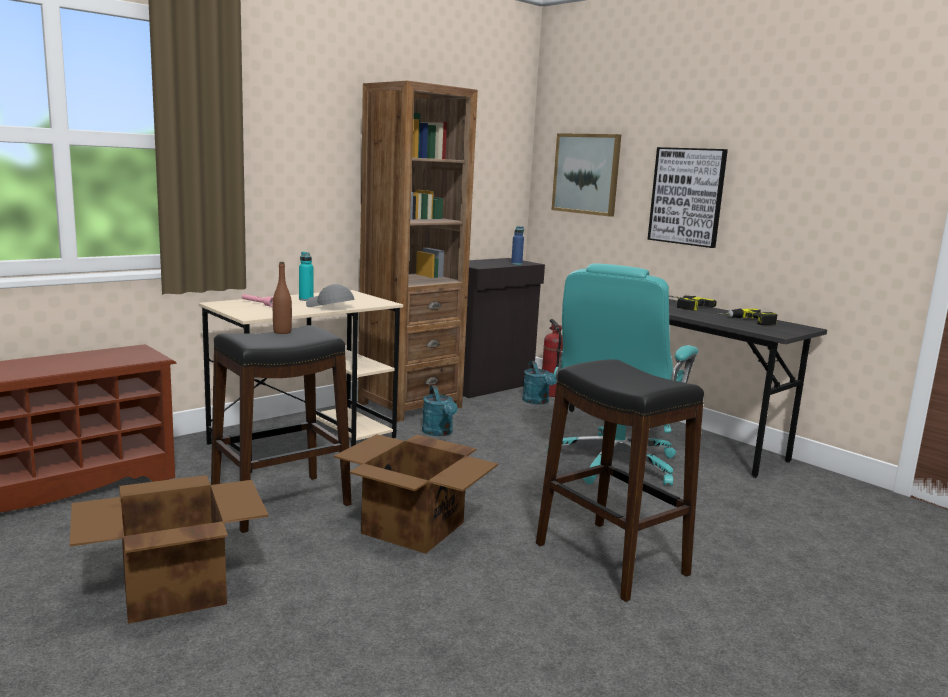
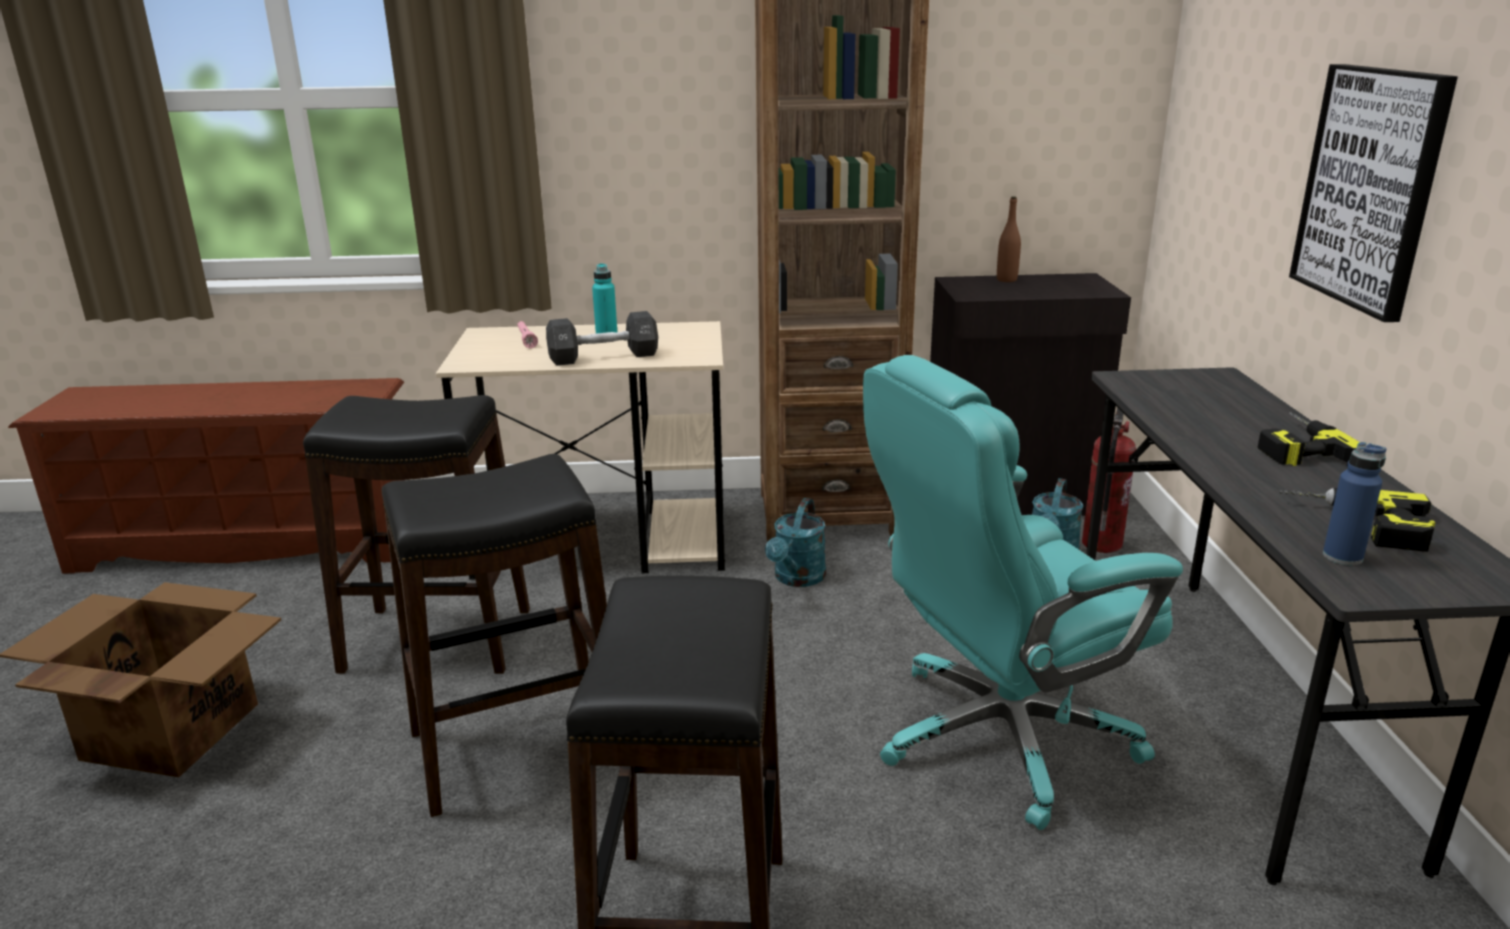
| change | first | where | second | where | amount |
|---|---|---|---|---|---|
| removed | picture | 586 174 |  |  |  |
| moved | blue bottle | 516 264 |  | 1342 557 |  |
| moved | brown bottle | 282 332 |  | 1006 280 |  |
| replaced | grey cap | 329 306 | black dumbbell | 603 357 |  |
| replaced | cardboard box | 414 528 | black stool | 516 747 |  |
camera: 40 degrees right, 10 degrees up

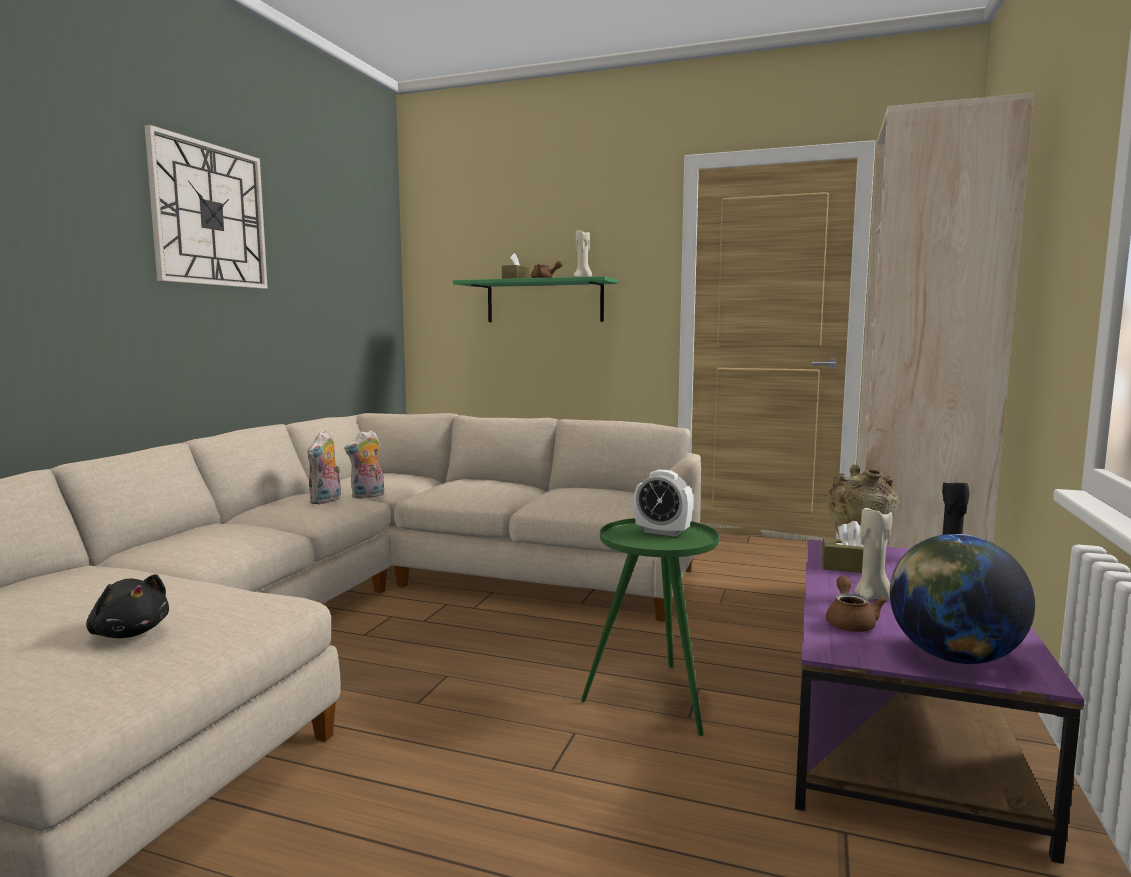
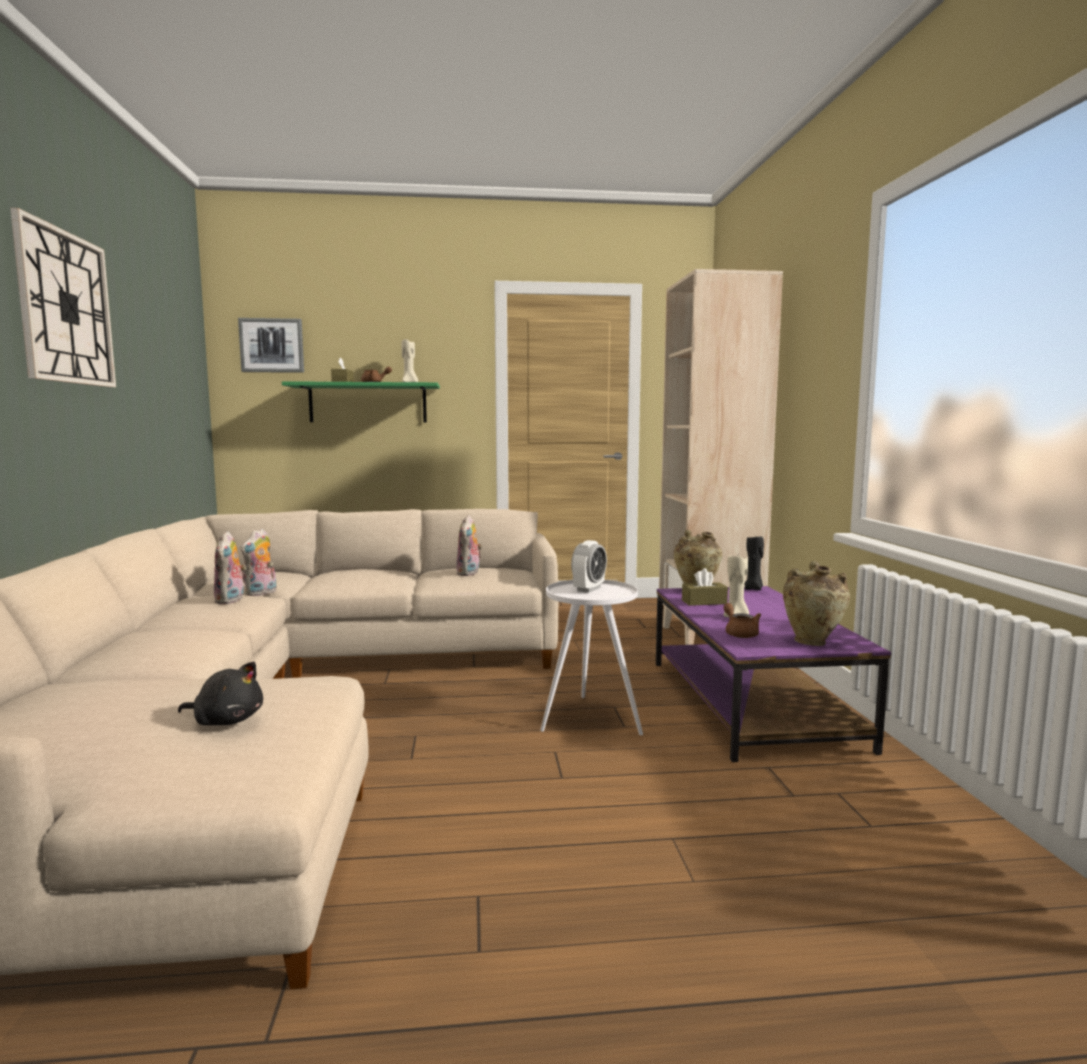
| change | first | where | second | where | amount |
|---|---|---|---|---|---|
| turned | alarm clock | 662 532 |  | 588 589 | 60 degrees counterclockwise |
| recoloured | green side table | 656 697 | white side table | 590 718 |  |
| replaced | globe | 953 657 | beige vase | 812 642 |  |
| added |  |  | picture | 272 345 |  |
| added |  |  | plush toy | 469 573 |  |
camera: 25 degrees left, 0 degrees up

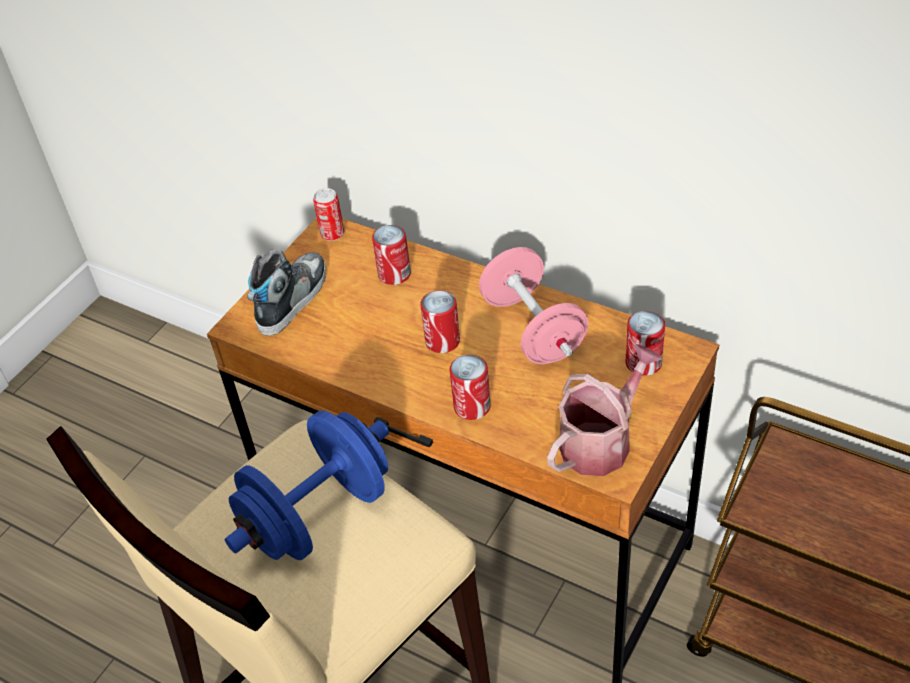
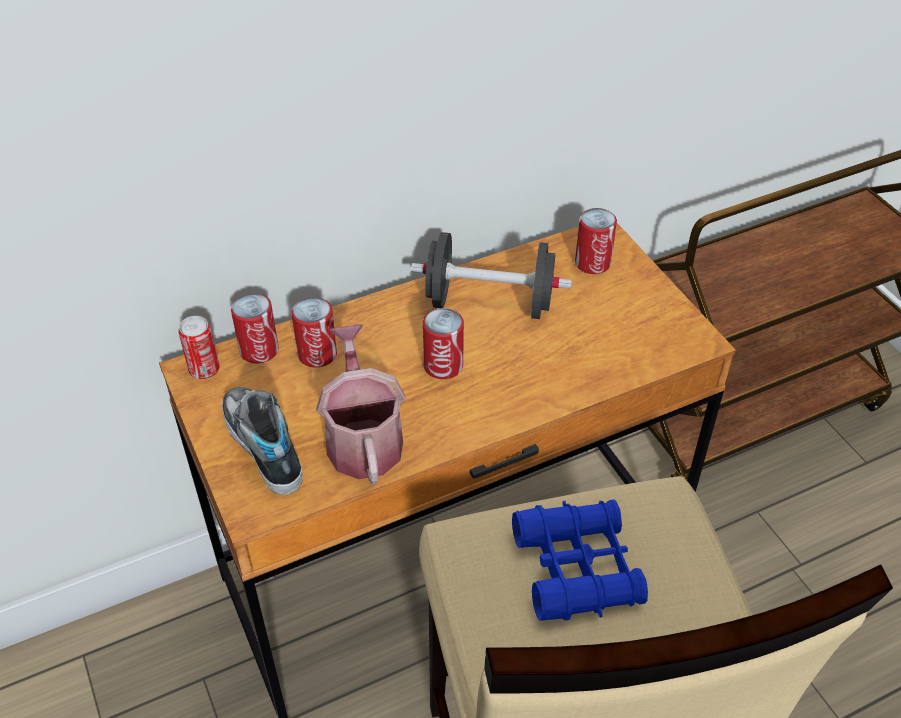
| change | first | where | second | where | amount |
|---|---|---|---|---|---|
| recoloured | pink dumbbell | 533 329 | black dumbbell | 489 303 |  |
| moved | watering can | 601 441 |  | 363 438 |  |
| moved | can | 472 406 |  | 259 350 |  |
| replaced | blue dumbbell | 318 515 | blue binoculars | 577 568 |  |
camera: 60 degrees left, 0 degrees up

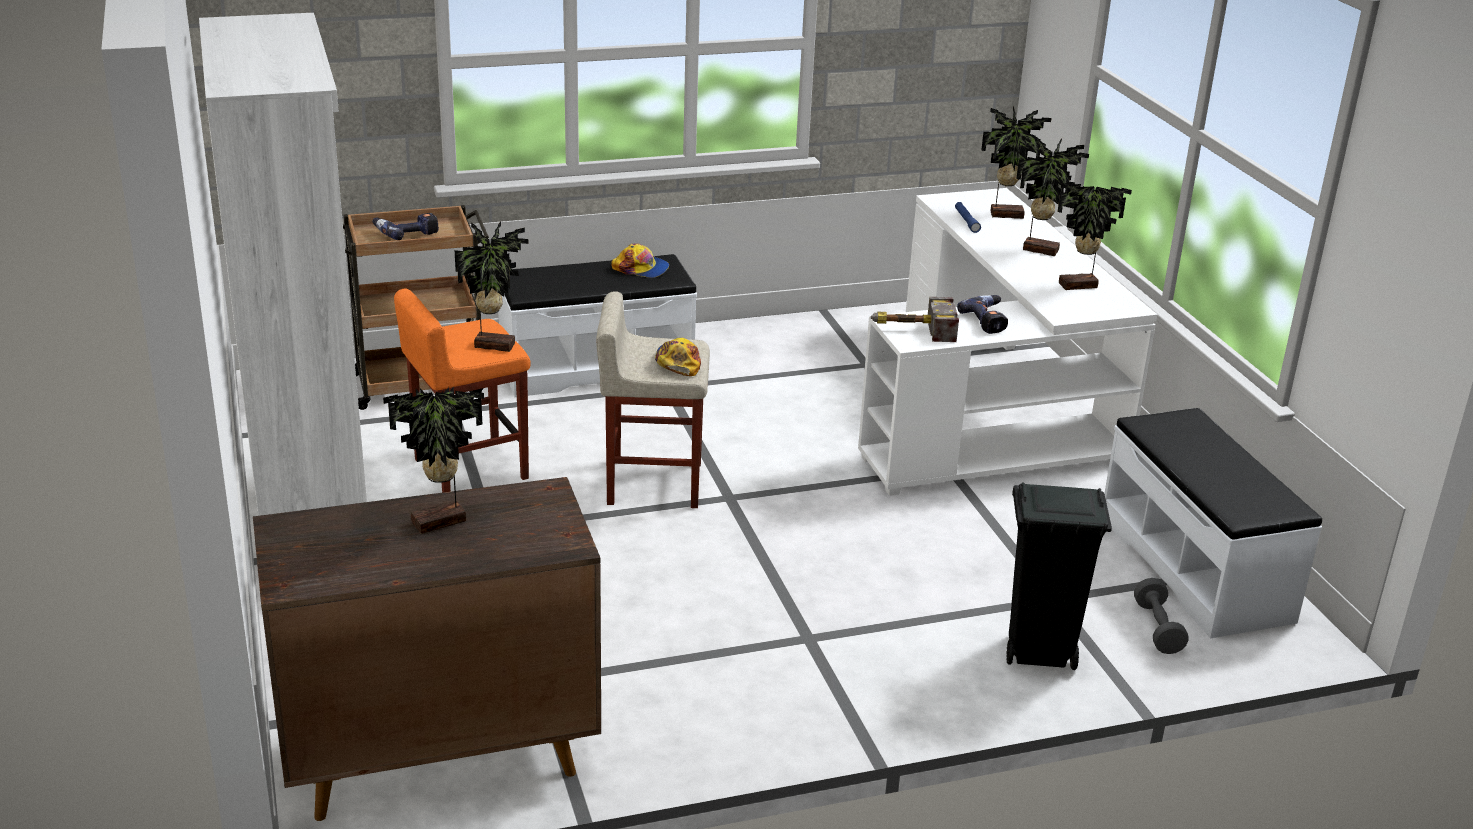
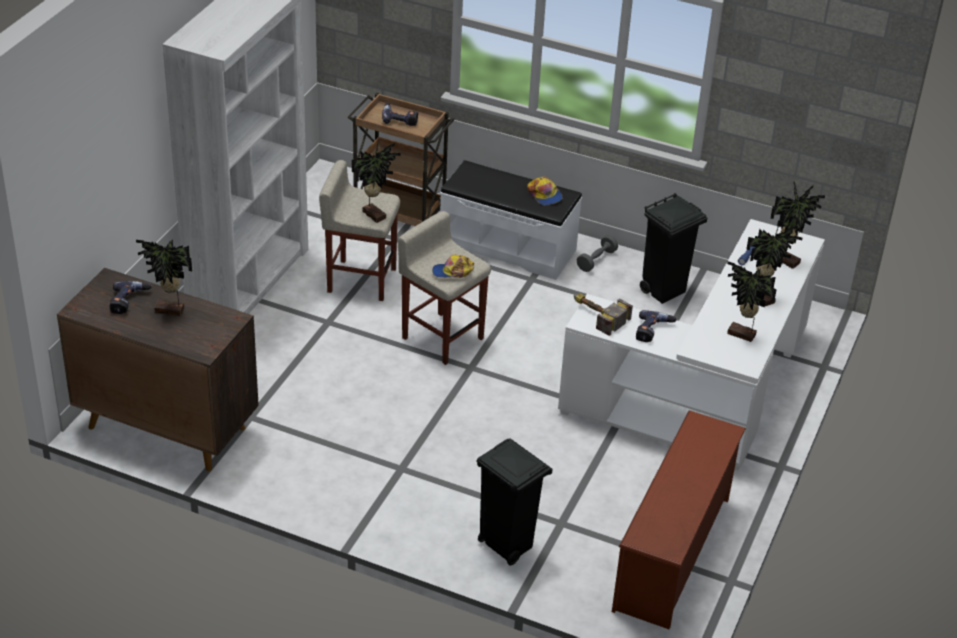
| change | first | where | second | where | amount |
|---|---|---|---|---|---|
| recoloured | orange stool | 469 469 | beige stool | 360 280 |  |
| turned | cap | 678 362 |  | 452 272 | 135 degrees counterclockwise |
| replaced | white bench | 1195 567 | brown shoe rack | 674 554 |  |
| moved | grey dumbbell | 1157 628 |  | 596 260 |  |
| added |  |  | black trash can | 664 290 |  |
| added |  |  | power drill | 129 302 |  |
camera: 40 degrees right, 10 degrees up

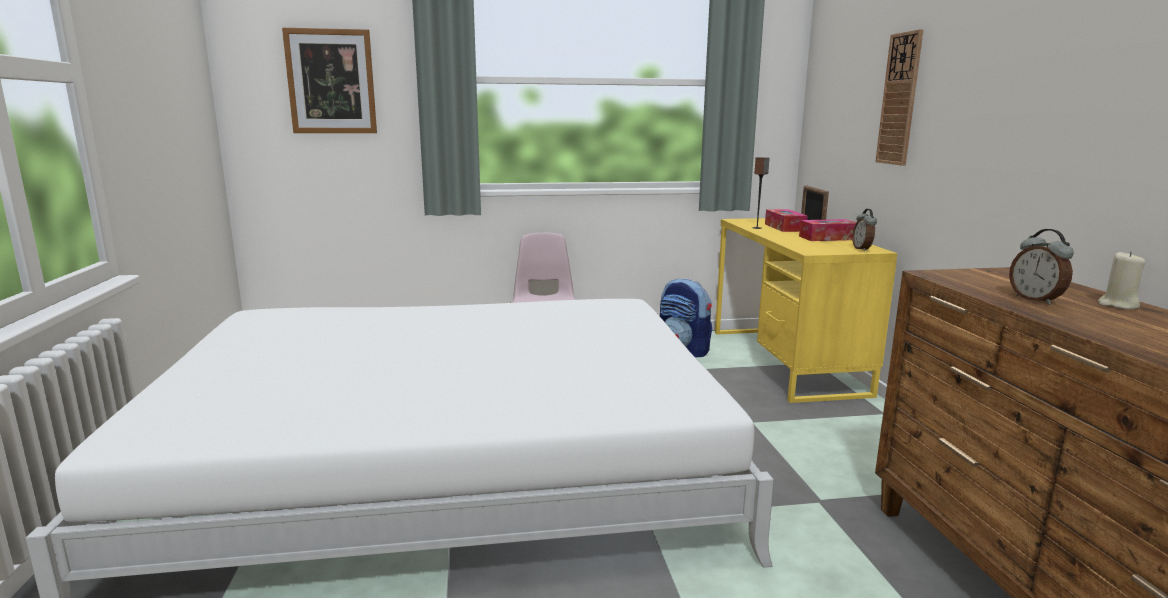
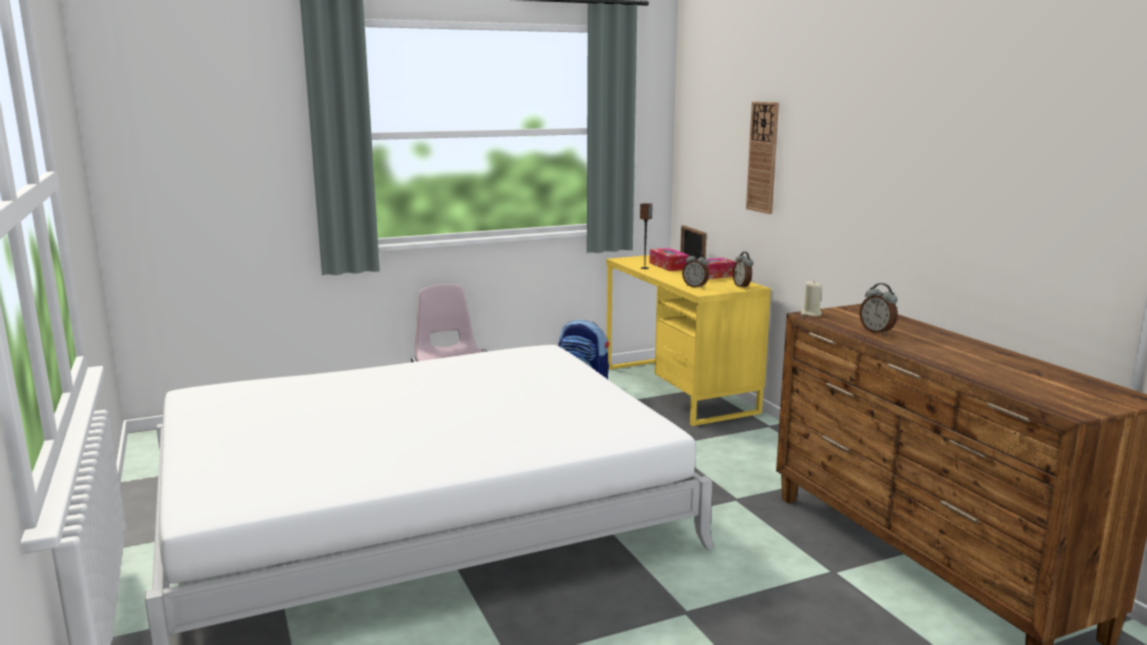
| change | first | where | second | where | amount |
|---|---|---|---|---|---|
| removed | picture | 331 82 |  |  |  |
| moved | beige candle | 1118 305 |  | 811 314 |  |
| added |  |  | alarm clock | 695 286 |  |
camera: 15 degrees left, 0 degrees up

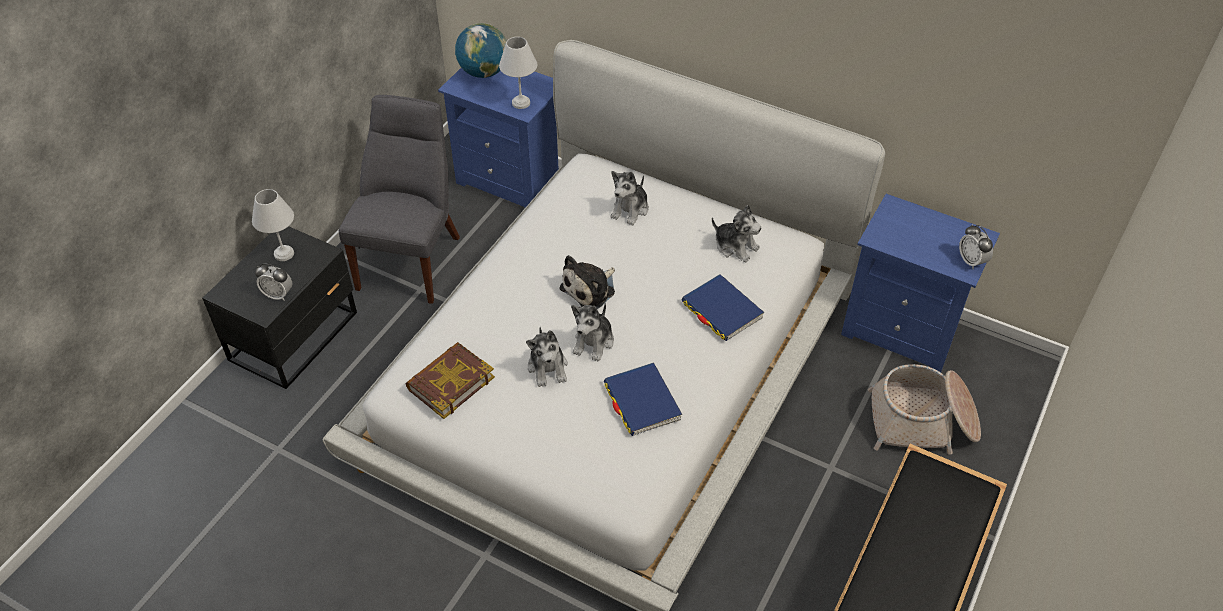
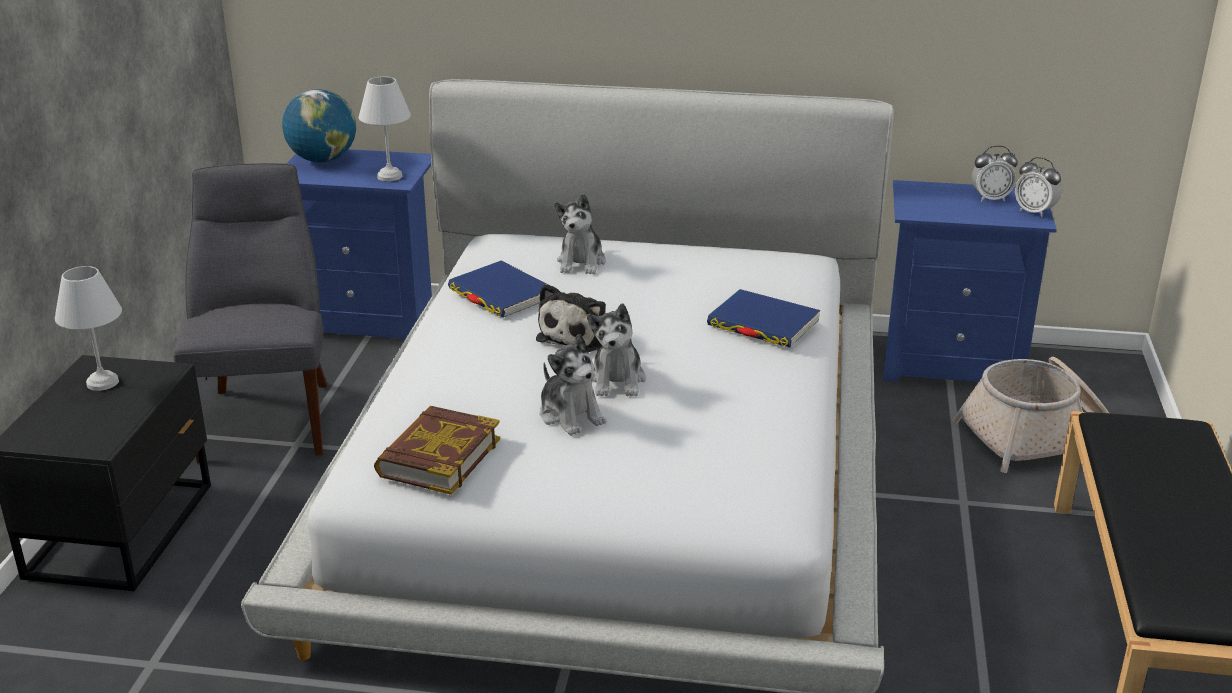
| change | first | where | second | where | amount |
|---|---|---|---|---|---|
| removed | plush toy | 735 246 |  |  |  |
| moved | alarm clock | 278 294 |  | 990 199 |  |
| moved | blue book | 642 401 |  | 501 294 |  |
camera: 20 degrees left, 20 degrees down

